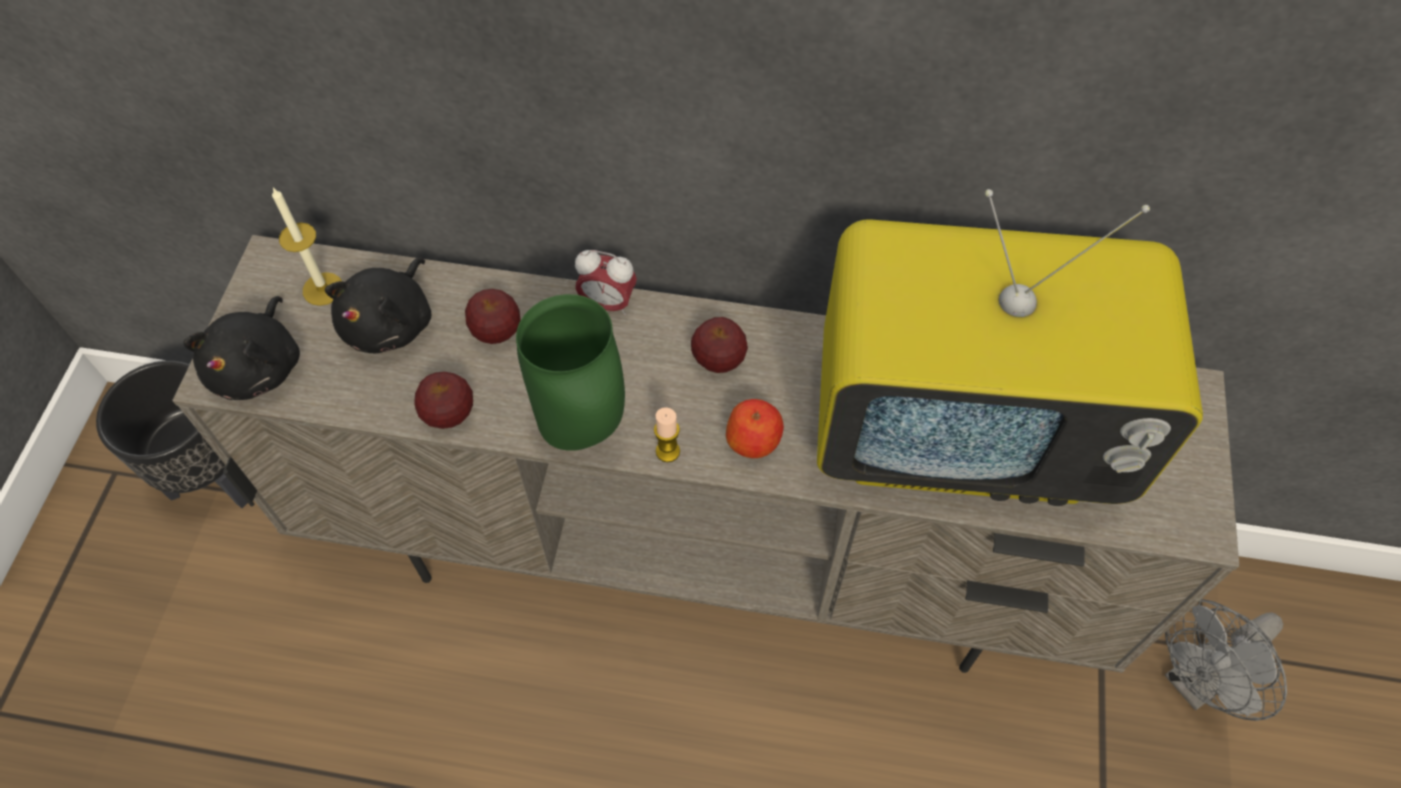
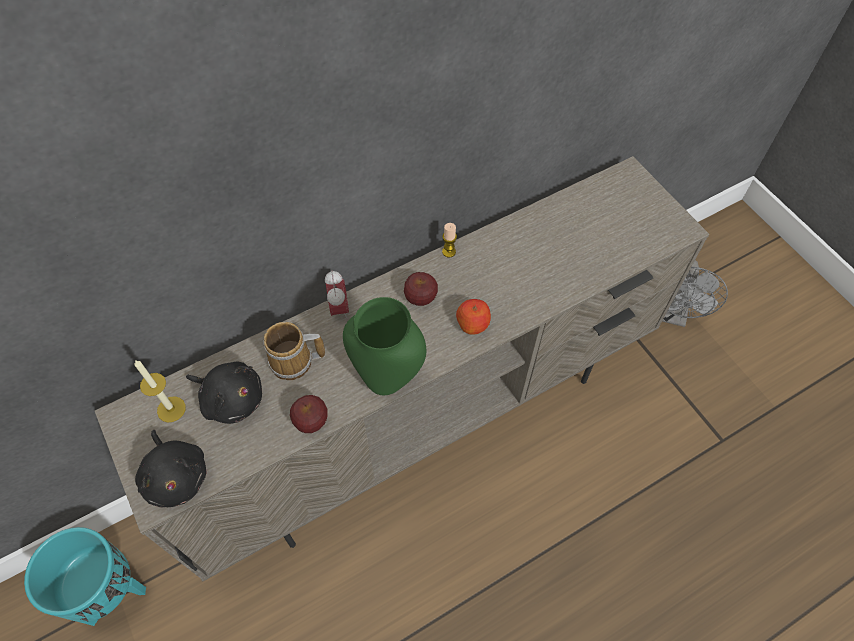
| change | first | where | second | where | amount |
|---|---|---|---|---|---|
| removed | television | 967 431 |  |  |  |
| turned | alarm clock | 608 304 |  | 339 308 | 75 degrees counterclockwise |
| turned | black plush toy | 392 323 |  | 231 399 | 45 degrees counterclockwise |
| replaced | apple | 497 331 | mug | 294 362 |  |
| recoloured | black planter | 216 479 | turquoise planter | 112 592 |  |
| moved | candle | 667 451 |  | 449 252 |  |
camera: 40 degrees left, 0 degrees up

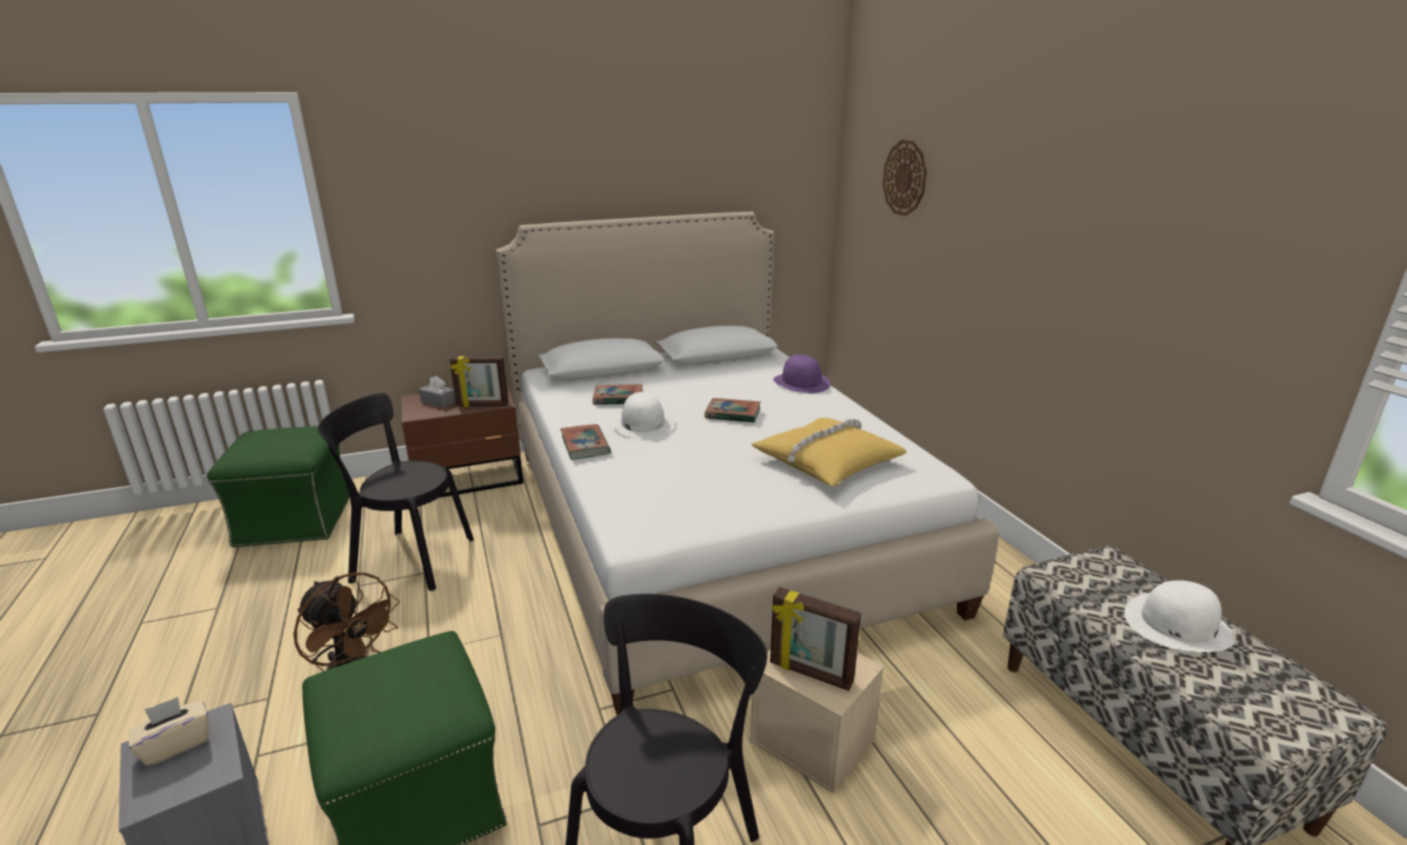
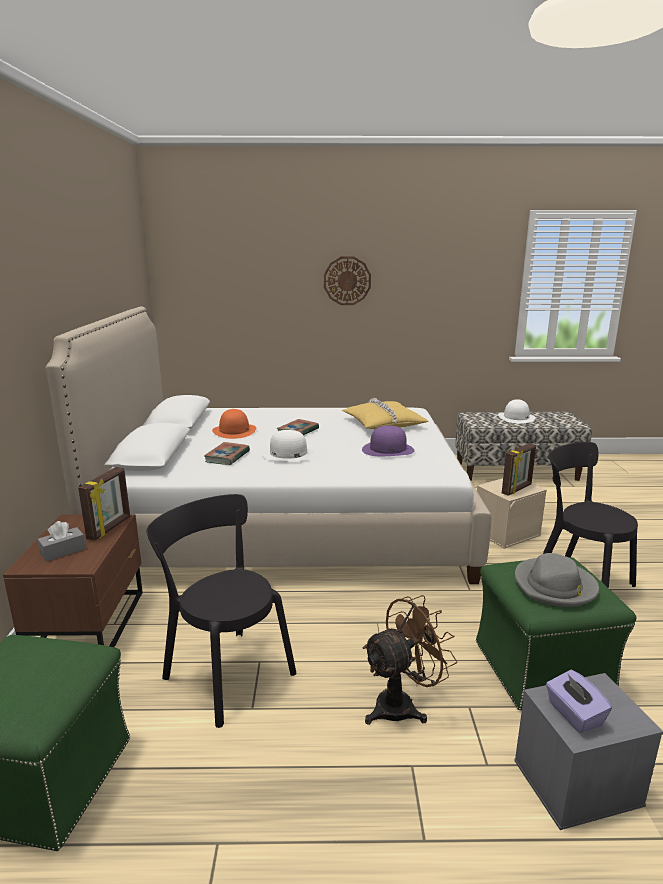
| change | first | where | second | where | amount |
|---|---|---|---|---|---|
| moved | wall clock | 905 178 |  | 347 281 |  |
| moved | purple hat | 801 382 |  | 388 449 |  |
| turned | black chair | 408 559 |  | 226 672 | 105 degrees clockwise |
| removed | book | 585 445 |  |  |  |
| recoloured | beige tissue box | 176 744 | purple tissue box | 574 714 |  |
| added |  |  | orange hat | 234 431 |  |
| added |  |  | grey hat | 555 586 |  |
camera: 70 degrees left, 5 degrees down

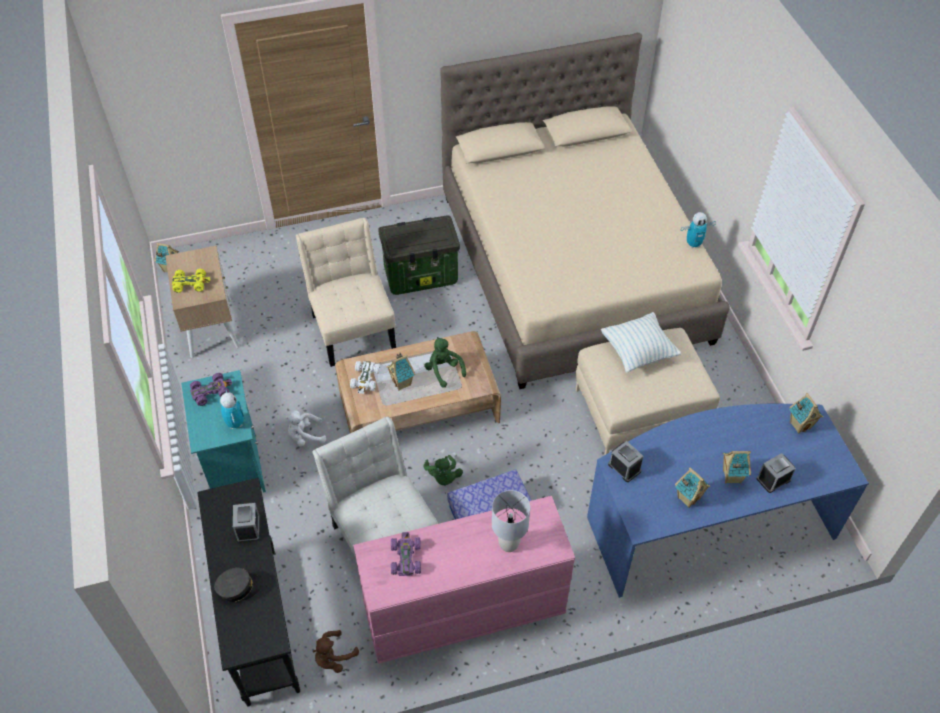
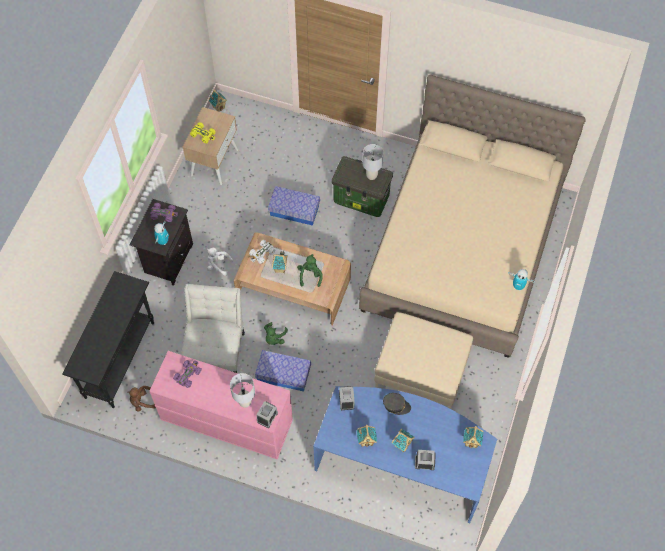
| change | first | where | second | where | amount |
|---|---|---|---|---|---|
| replaced | beige chair | 352 327 | storage box | 294 210 |  |
| removed | pillow | 638 352 |  |  |  |
| recoloured | turquoise nightstand | 234 466 | black nightstand | 167 259 |  |
| moved | alarm clock | 248 528 |  | 267 417 |  |
| moved | grey cap | 239 588 |  | 396 405 |  |
| added |  |  | grey table lamp | 371 176 |  |
camera: 35 degrees right, 10 degrees up

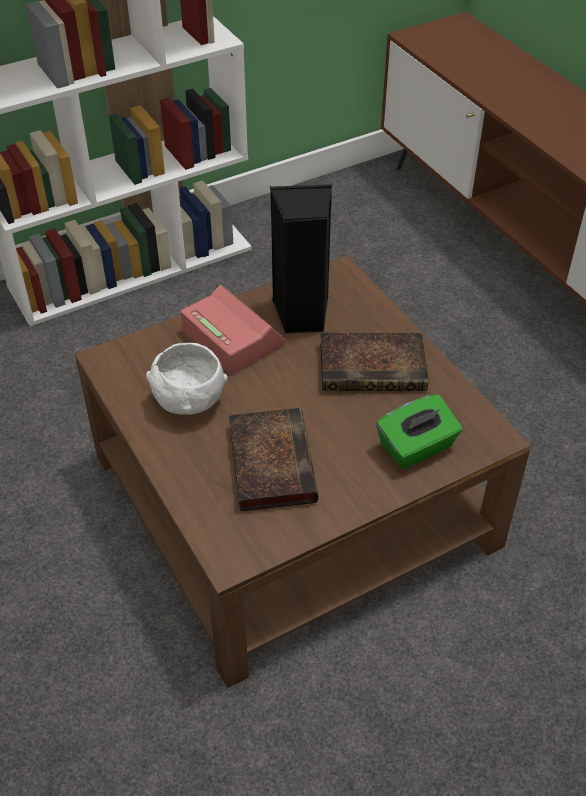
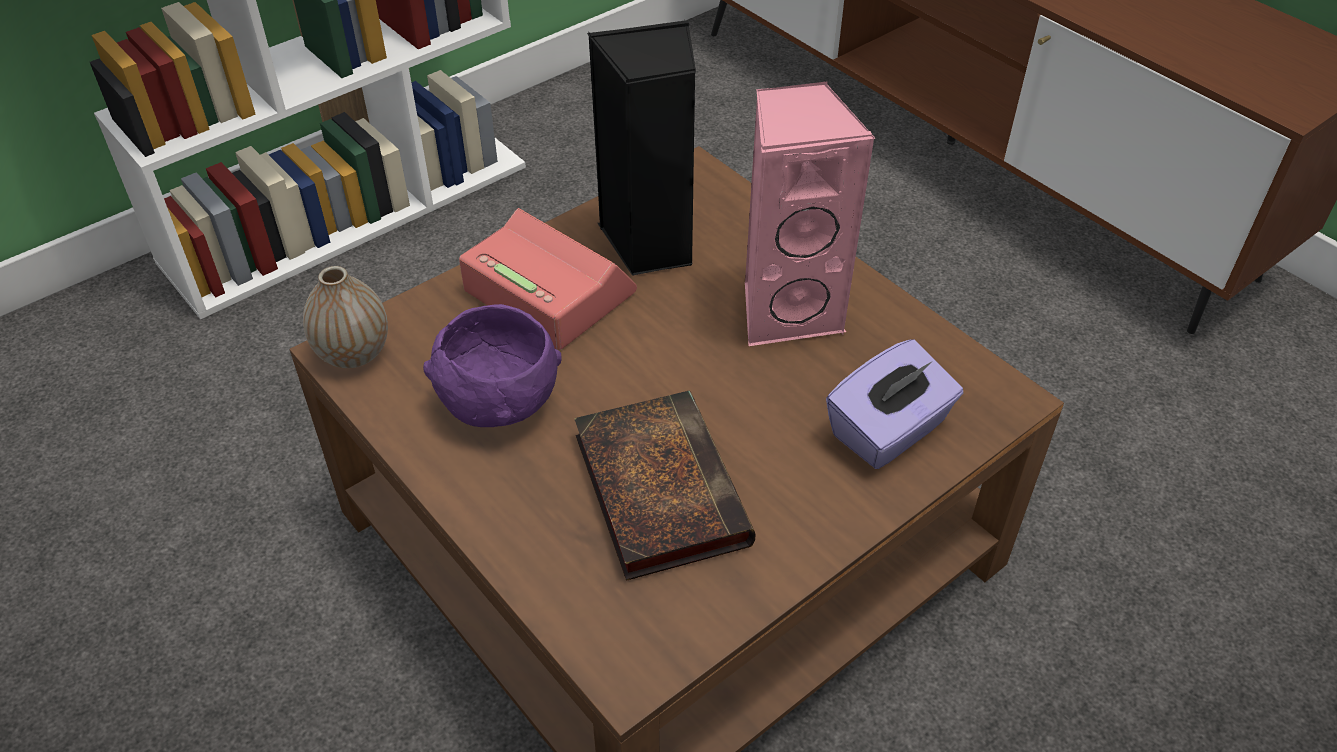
| change | first | where | second | where | amount |
|---|---|---|---|---|---|
| replaced | book | 375 367 | pink speaker | 787 310 |  |
| recoloured | white bowl | 189 403 | purple bowl | 500 406 |  |
| recoloured | green tissue box | 417 448 | purple tissue box | 889 431 |  |
| added |  |  | vase | 354 353 |  |
camera: 10 degrees left, 0 degrees up

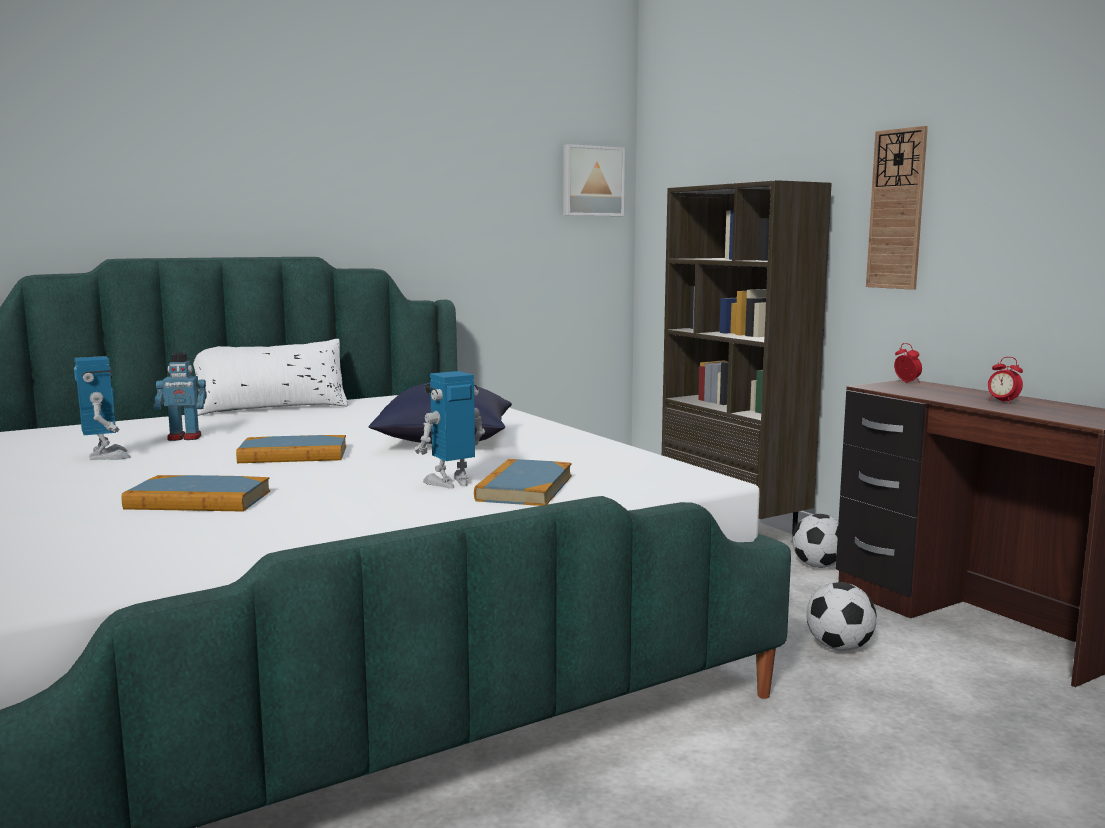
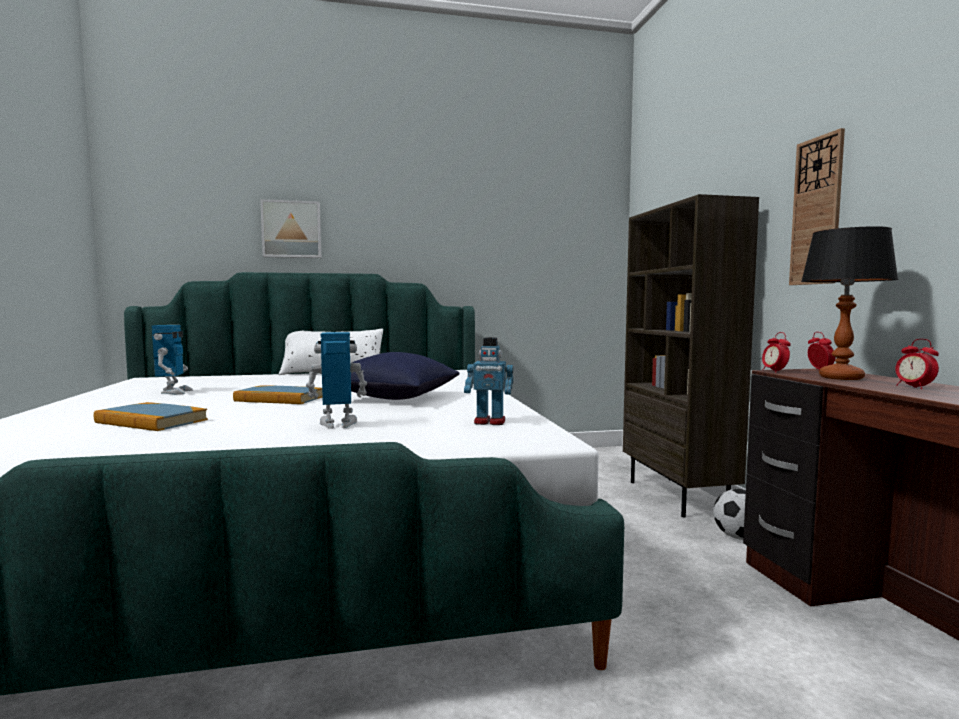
| change | first | where | second | where | amount |
|---|---|---|---|---|---|
| moved | picture | 591 181 |  | 292 229 |  |
| moved | toy robot | 184 438 |  | 489 422 |  |
| removed | book | 524 488 |  |  |  |
| removed | football | 839 647 |  |  |  |
| added |  |  | table lamp | 841 377 |  |
| added |  |  | alarm clock | 774 371 |  |
camera: 20 degrees right, 5 degrees down

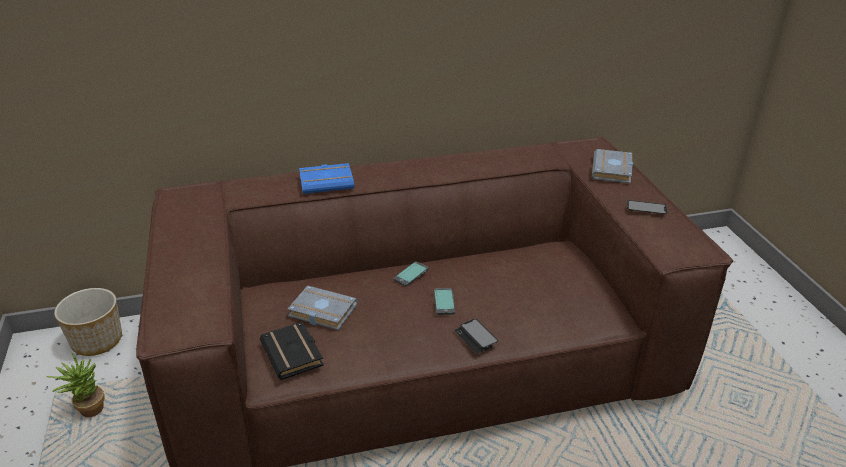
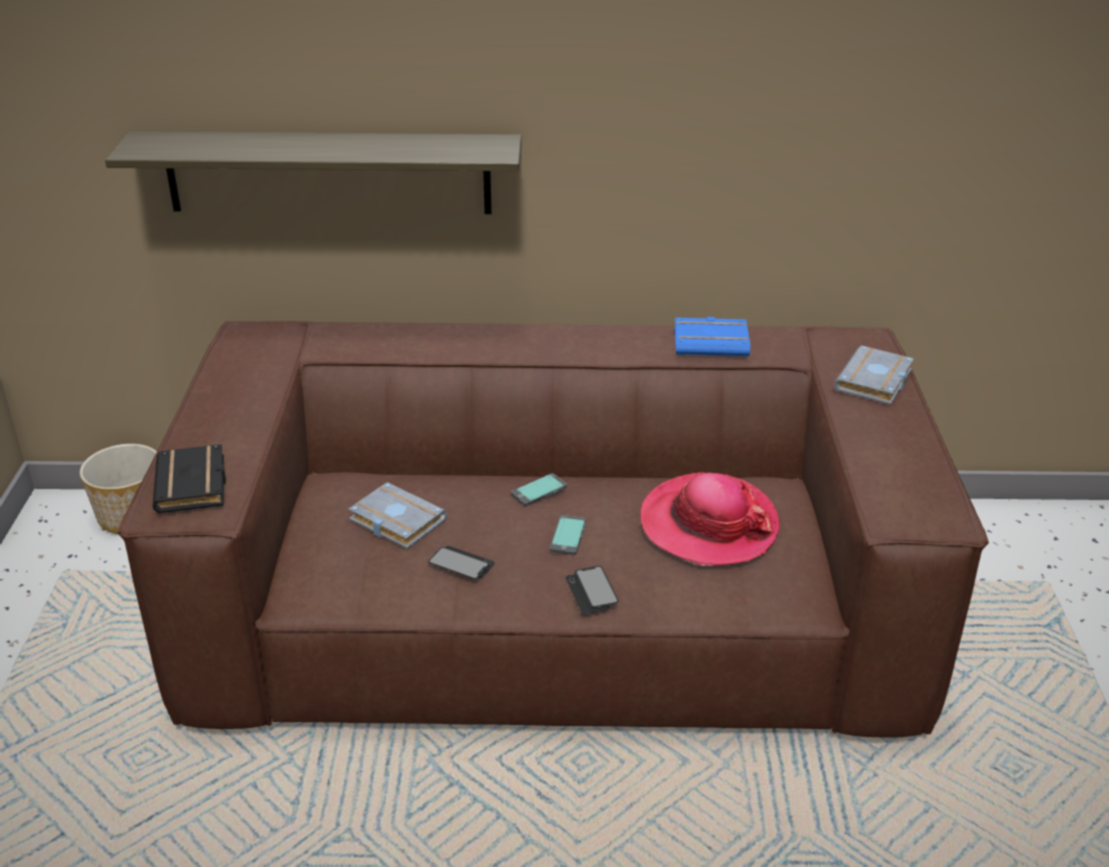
| change | first | where | second | where | amount |
|---|---|---|---|---|---|
| moved | blue book | 327 182 |  | 712 342 |  |
| moved | phone | 646 208 |  | 461 564 |  |
| moved | black book | 294 354 |  | 194 486 |  |
| removed | potted plant | 87 410 |  |  |  |
| added |  |  | shelf | 328 172 |  |
| added |  |  | hat | 708 524 |  |
camera: 15 degrees right, 0 degrees up

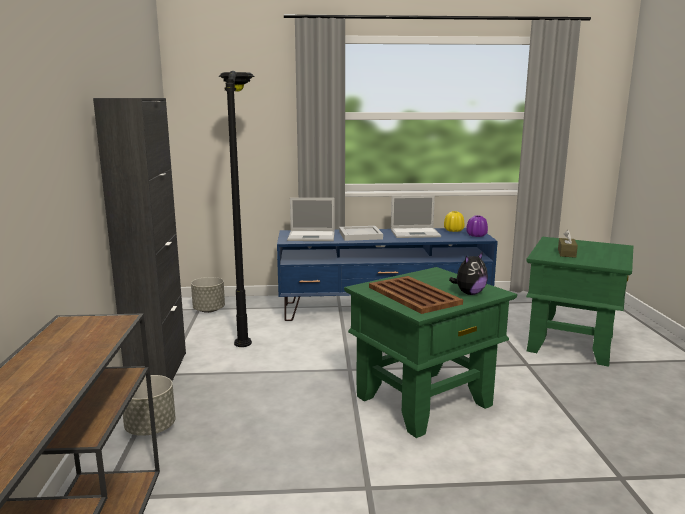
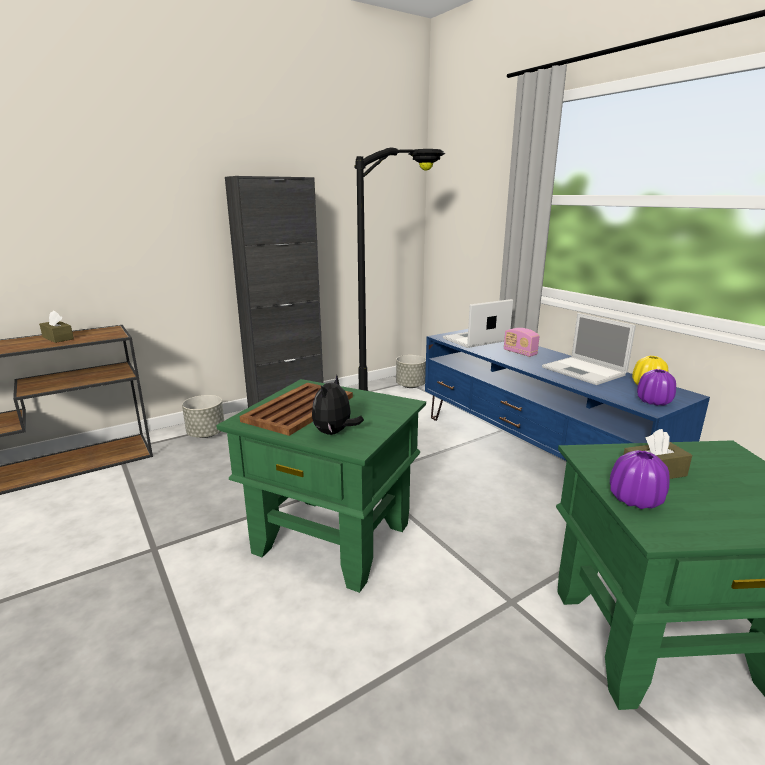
| change | first | where | second | where | amount |
|---|---|---|---|---|---|
| turned | laptop | 312 236 |  | 475 340 | 90 degrees clockwise |
| replaced | white tray | 361 235 | radio | 520 353 |  |
| turned | plush toy | 469 293 |  | 334 433 | 90 degrees clockwise |
| added |  |  | brown tissue box | 58 338 |  |
| added |  |  | purple vase | 635 499 |  |
camera: 60 degrees right, 5 degrees up

